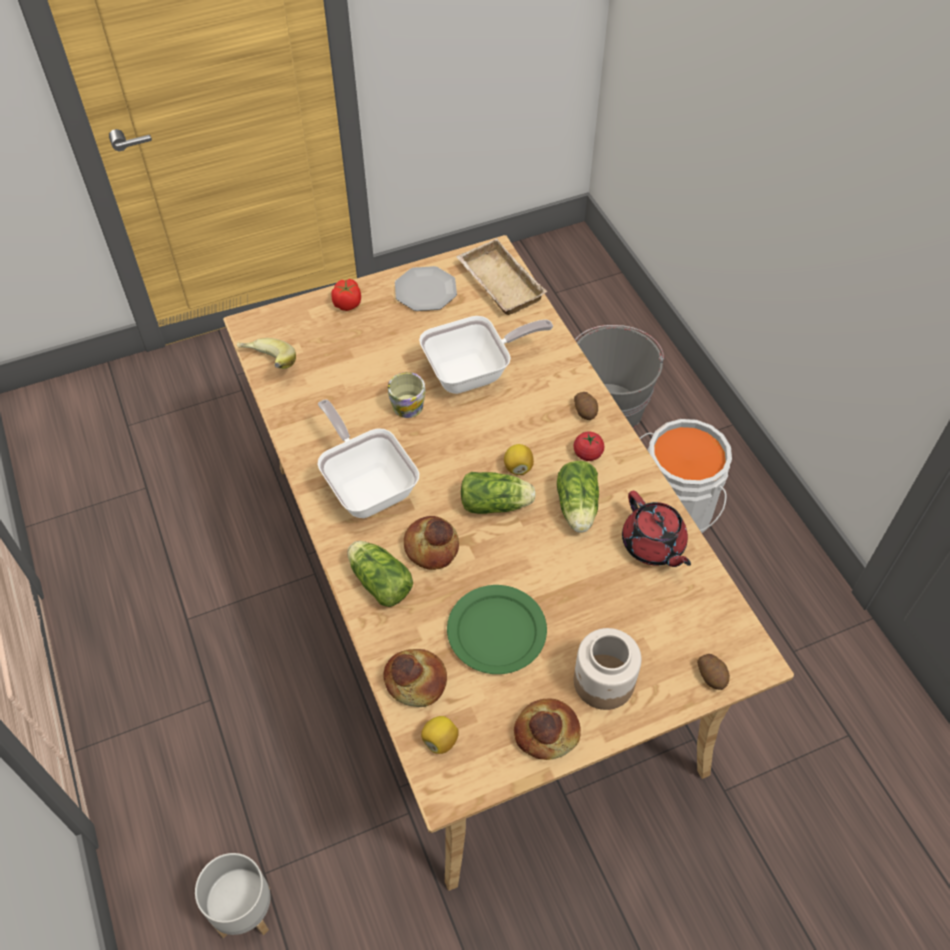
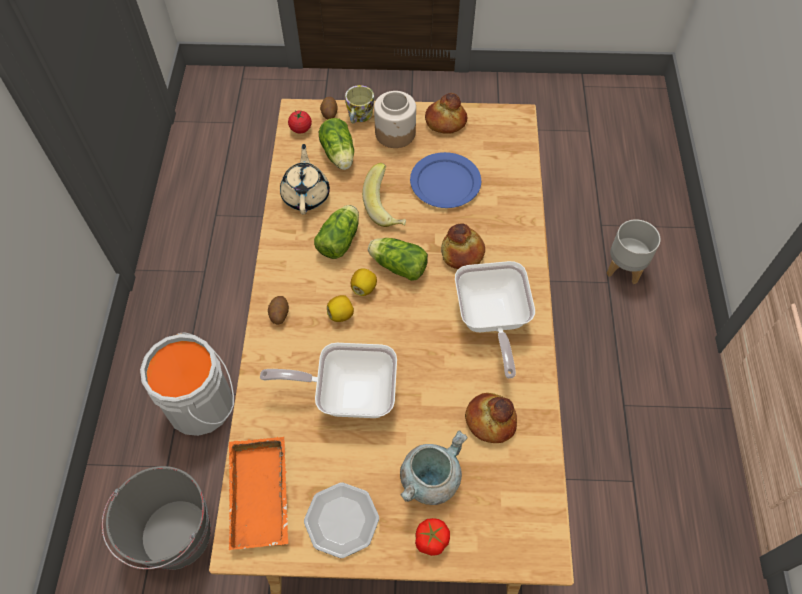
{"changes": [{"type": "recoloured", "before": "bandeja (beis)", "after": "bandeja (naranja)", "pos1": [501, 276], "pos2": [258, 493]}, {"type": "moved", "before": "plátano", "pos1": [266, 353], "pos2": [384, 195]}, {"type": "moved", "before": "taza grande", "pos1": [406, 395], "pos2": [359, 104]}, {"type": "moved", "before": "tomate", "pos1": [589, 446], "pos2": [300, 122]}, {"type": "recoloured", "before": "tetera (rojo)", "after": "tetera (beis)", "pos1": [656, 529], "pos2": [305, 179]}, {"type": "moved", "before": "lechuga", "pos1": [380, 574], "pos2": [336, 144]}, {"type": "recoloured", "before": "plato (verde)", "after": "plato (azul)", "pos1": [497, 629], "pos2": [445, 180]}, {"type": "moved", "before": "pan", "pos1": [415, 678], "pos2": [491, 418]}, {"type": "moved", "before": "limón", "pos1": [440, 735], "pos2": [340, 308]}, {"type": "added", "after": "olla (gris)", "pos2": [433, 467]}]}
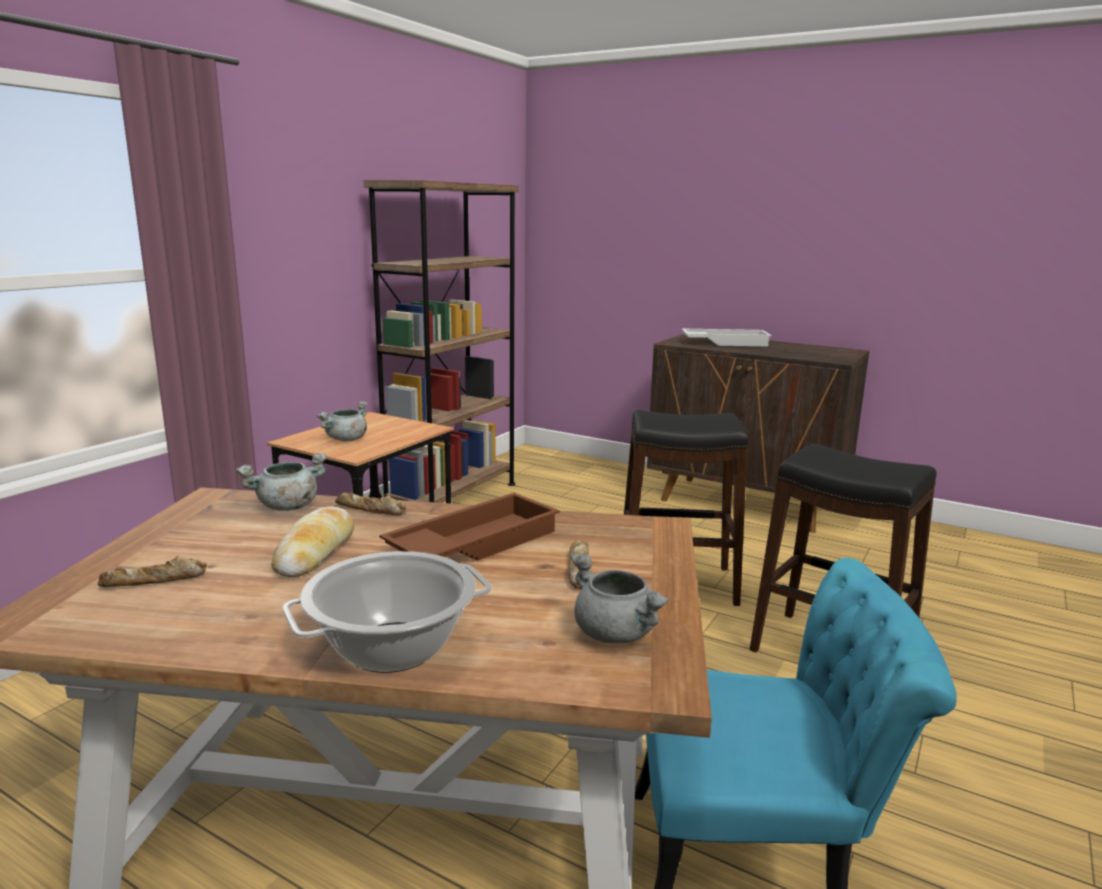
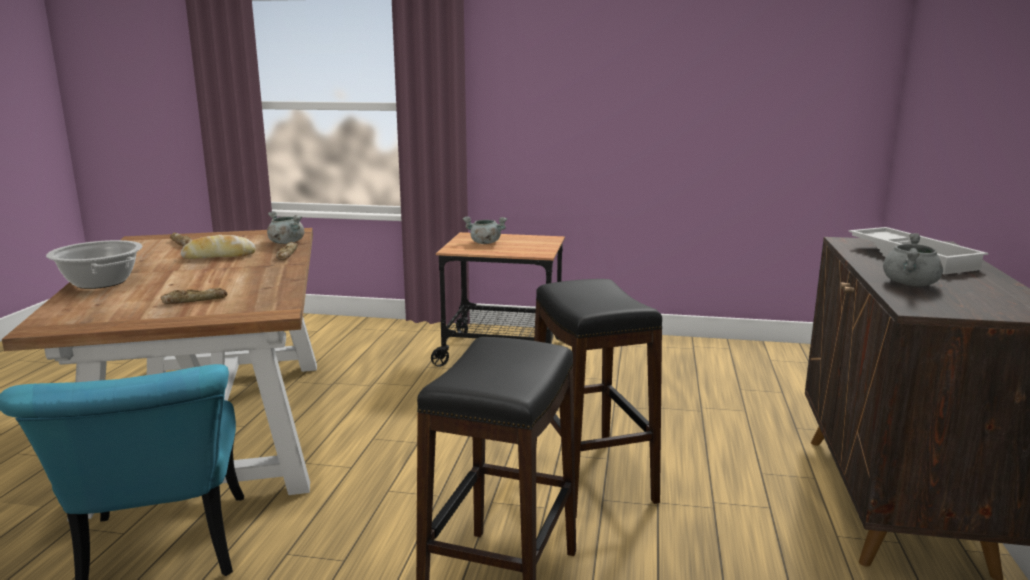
{"changes": [{"type": "removed", "before": "estantería (marrón)", "pos1": [441, 341]}, {"type": "removed", "before": "bandeja (marrón)", "pos1": [469, 527]}, {"type": "moved", "before": "olla (gris)", "pos1": [620, 598], "pos2": [913, 259]}]}
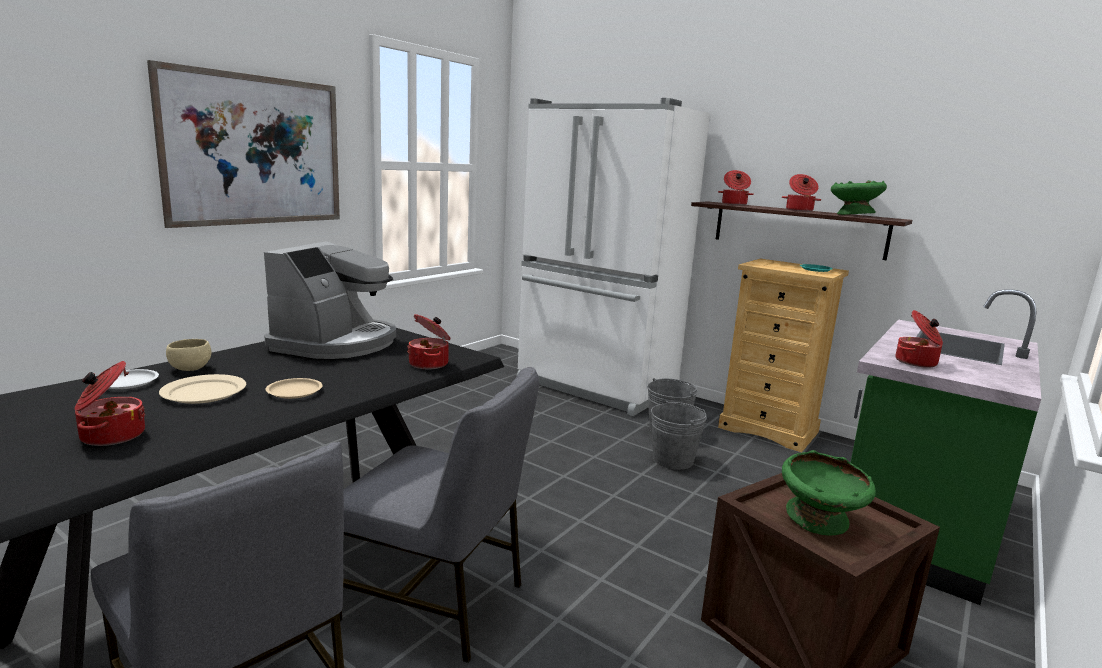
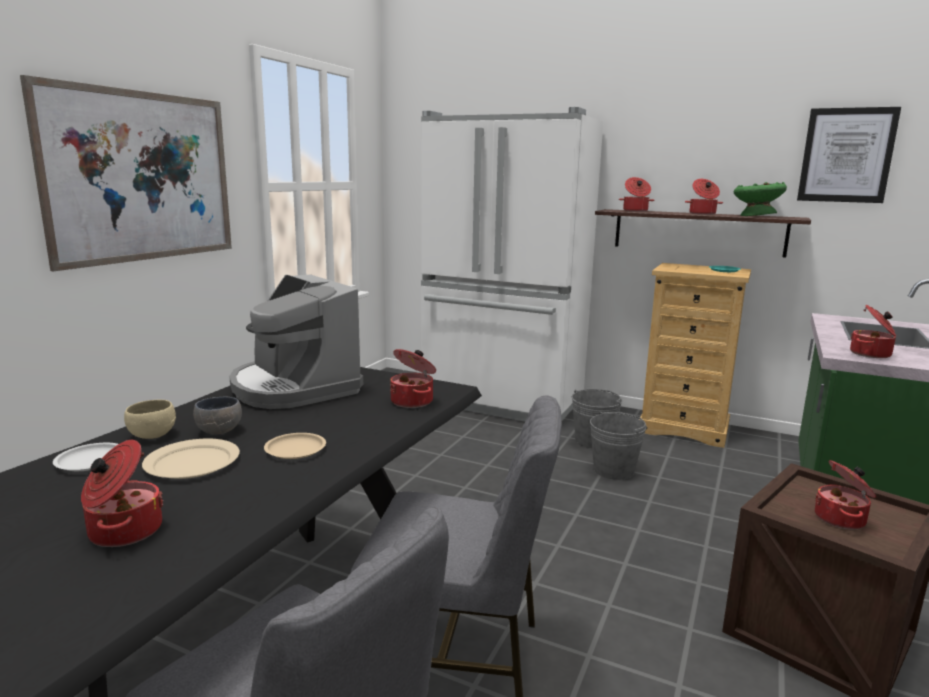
{"changes": [{"type": "turned", "before": "cafetera", "pos1": [330, 300], "pos2": [296, 342], "turn": 135}, {"type": "replaced", "before": "cuenco (verde)", "after": "olla", "pos1": [829, 493], "pos2": [845, 494]}, {"type": "added", "after": "cuadro", "pos2": [849, 155]}, {"type": "added", "after": "cuenco (gris)", "pos2": [217, 416]}]}
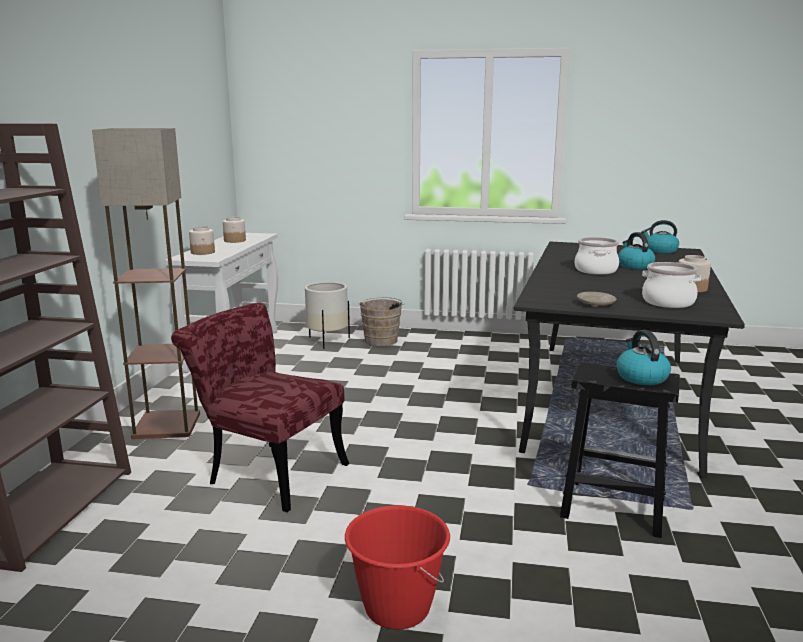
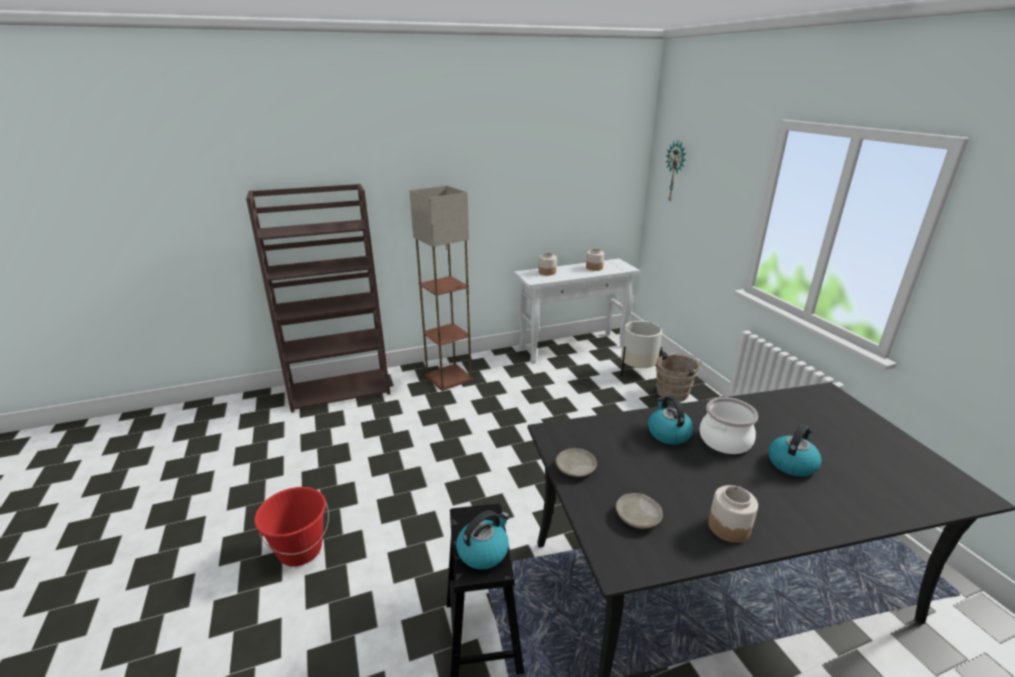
{"changes": [{"type": "moved", "before": "hervidor", "pos1": [660, 236], "pos2": [671, 420]}, {"type": "replaced", "before": "olla", "after": "plato (beis)", "pos1": [671, 285], "pos2": [639, 511]}, {"type": "removed", "before": "silla (rojo)", "pos1": [260, 407]}, {"type": "added", "after": "reloj de pared", "pos2": [676, 171]}]}
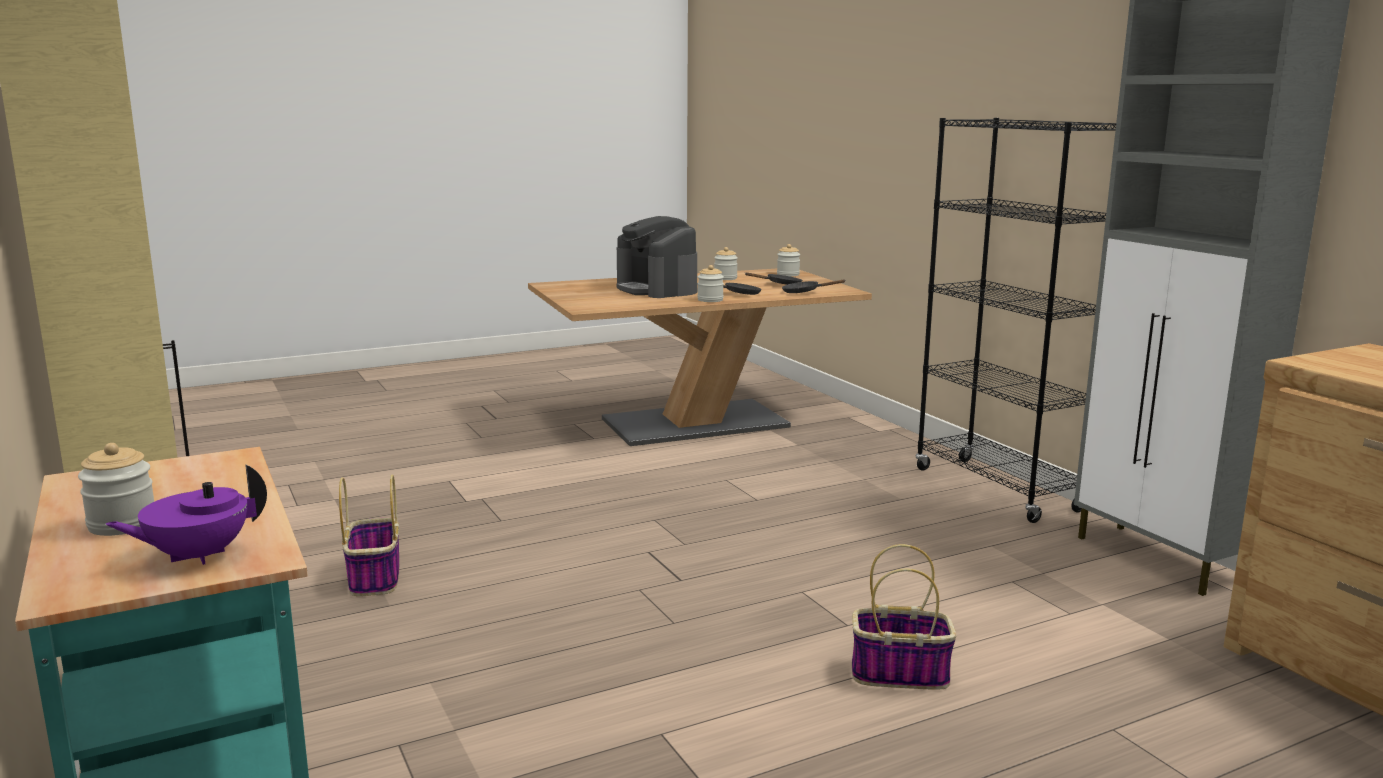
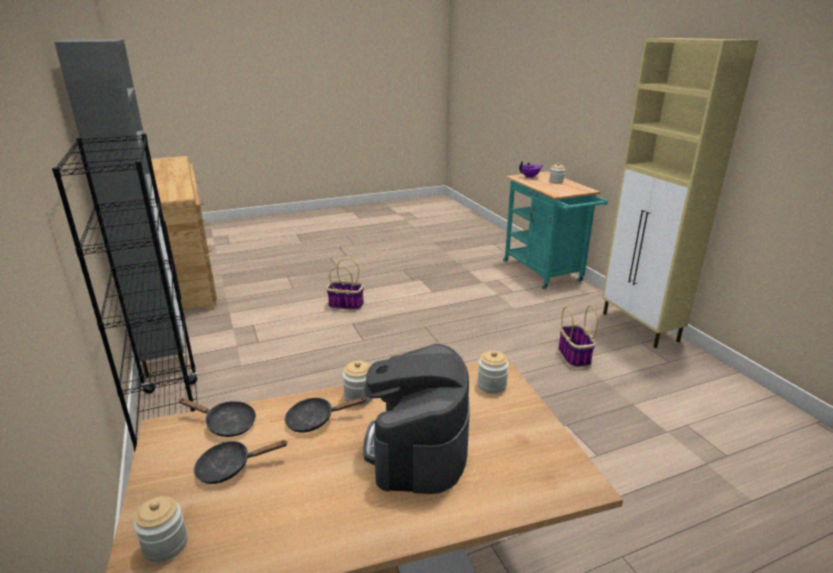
{"changes": [{"type": "turned", "before": "cafetera", "pos1": [656, 257], "pos2": [416, 419], "turn": -150}, {"type": "moved", "before": "tarro", "pos1": [726, 263], "pos2": [493, 372]}]}
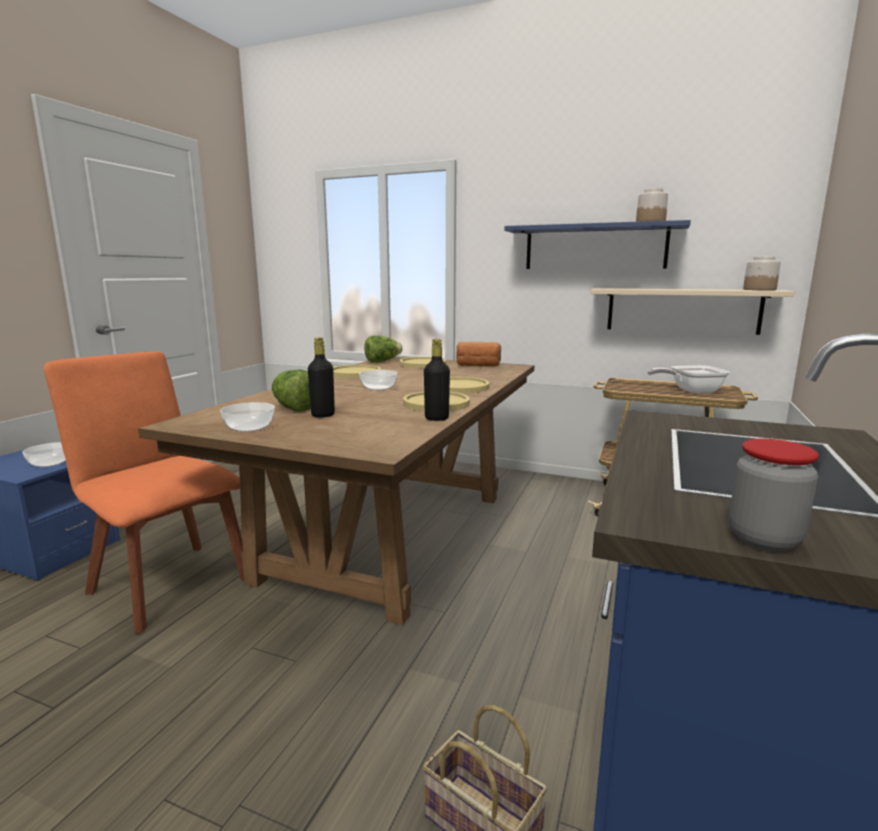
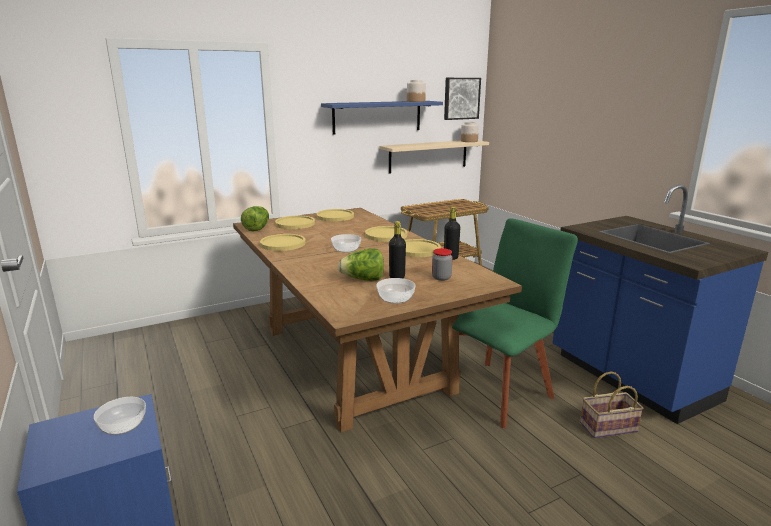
{"changes": [{"type": "replaced", "before": "pan", "after": "plato (amarillo)", "pos1": [478, 354], "pos2": [335, 215]}, {"type": "removed", "before": "silla (naranja)", "pos1": [144, 492]}, {"type": "removed", "before": "sartén", "pos1": [688, 379]}, {"type": "moved", "before": "tarro", "pos1": [774, 495], "pos2": [442, 264]}, {"type": "added", "after": "cuadro", "pos2": [462, 99]}, {"type": "added", "after": "silla (verde)", "pos2": [508, 323]}]}
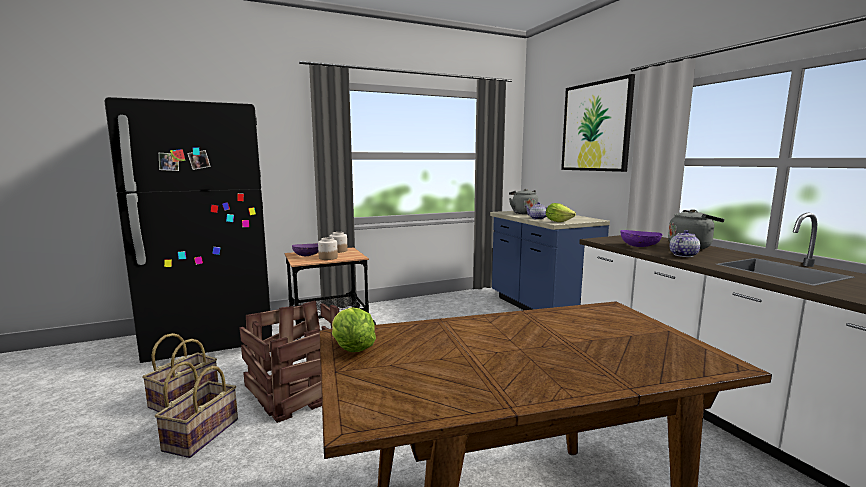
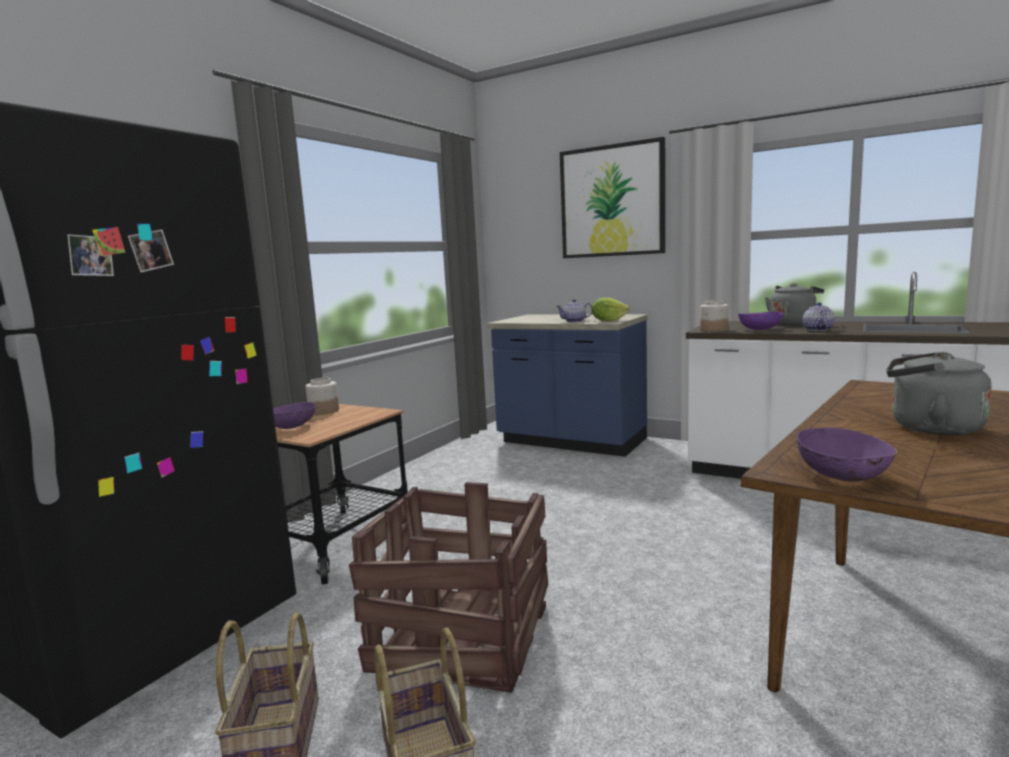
{"changes": [{"type": "moved", "before": "hervidor (gris)", "pos1": [523, 201], "pos2": [939, 393]}, {"type": "moved", "before": "tarro", "pos1": [328, 248], "pos2": [714, 316]}, {"type": "replaced", "before": "lechuga", "after": "cuenco (morado)", "pos1": [354, 329], "pos2": [847, 454]}]}
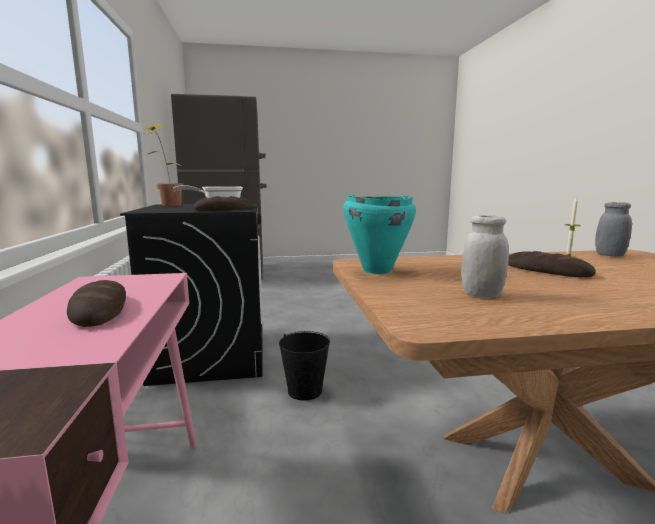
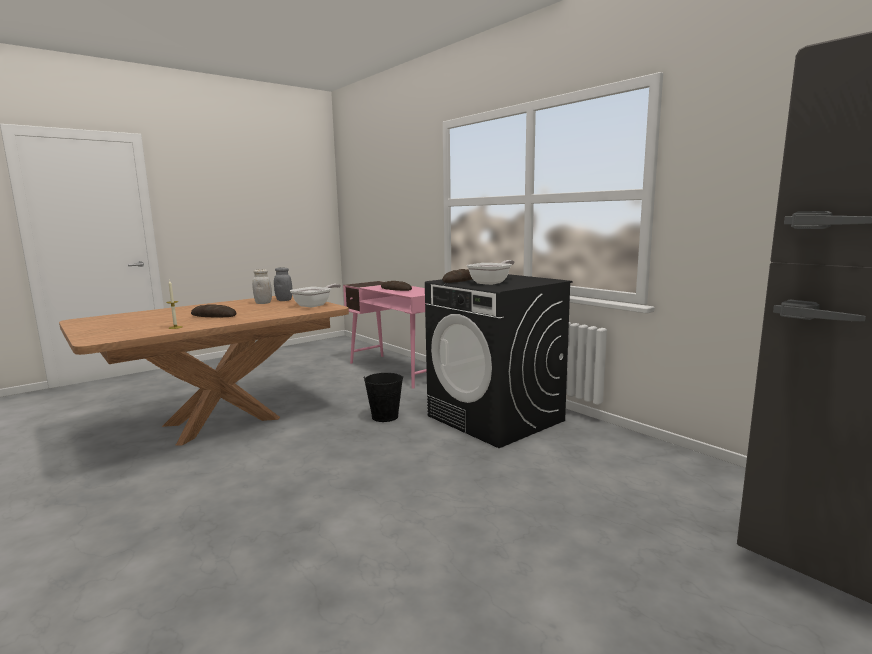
{"changes": [{"type": "removed", "before": "planta en maceta", "pos1": [164, 164]}, {"type": "replaced", "before": "olla (turquesa)", "after": "sartén", "pos1": [379, 234], "pos2": [315, 296]}, {"type": "moved", "before": "tarro (gris)", "pos1": [613, 229], "pos2": [283, 284]}]}
